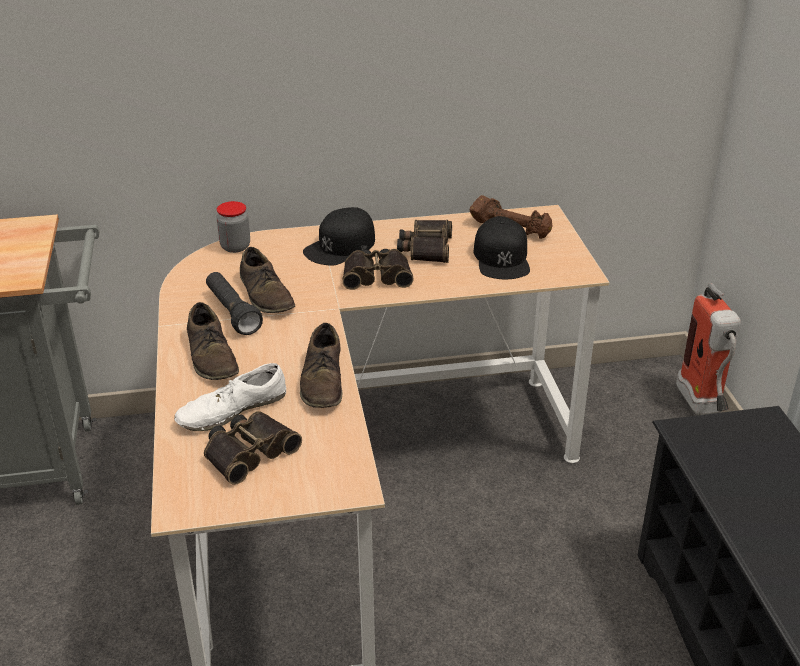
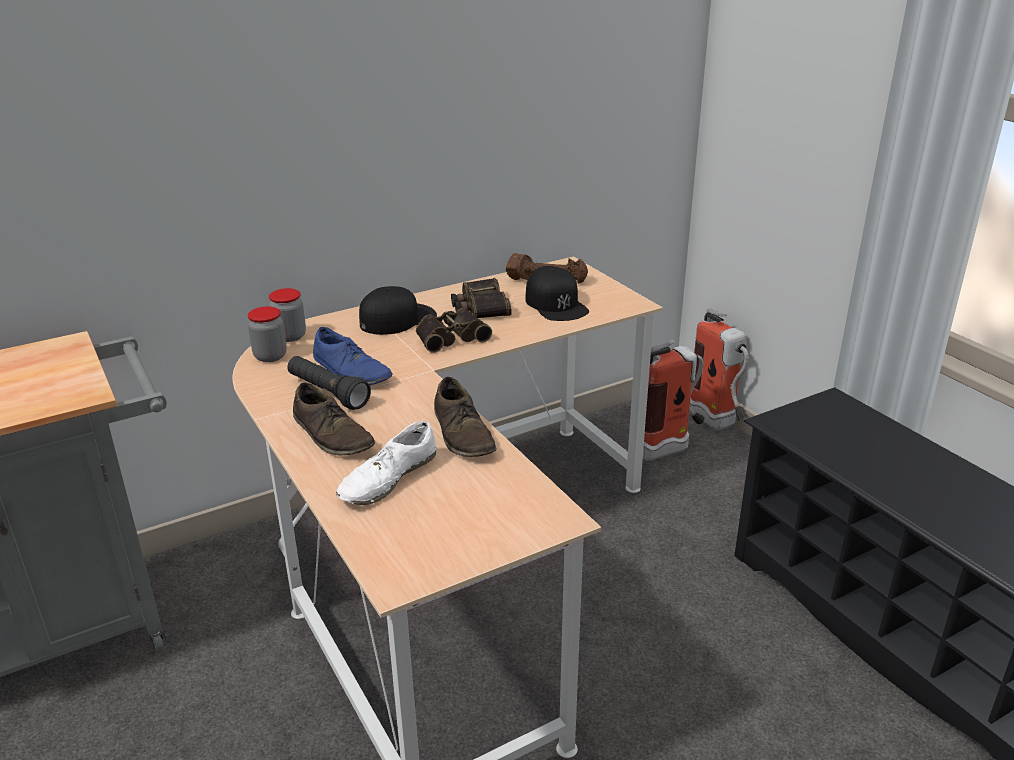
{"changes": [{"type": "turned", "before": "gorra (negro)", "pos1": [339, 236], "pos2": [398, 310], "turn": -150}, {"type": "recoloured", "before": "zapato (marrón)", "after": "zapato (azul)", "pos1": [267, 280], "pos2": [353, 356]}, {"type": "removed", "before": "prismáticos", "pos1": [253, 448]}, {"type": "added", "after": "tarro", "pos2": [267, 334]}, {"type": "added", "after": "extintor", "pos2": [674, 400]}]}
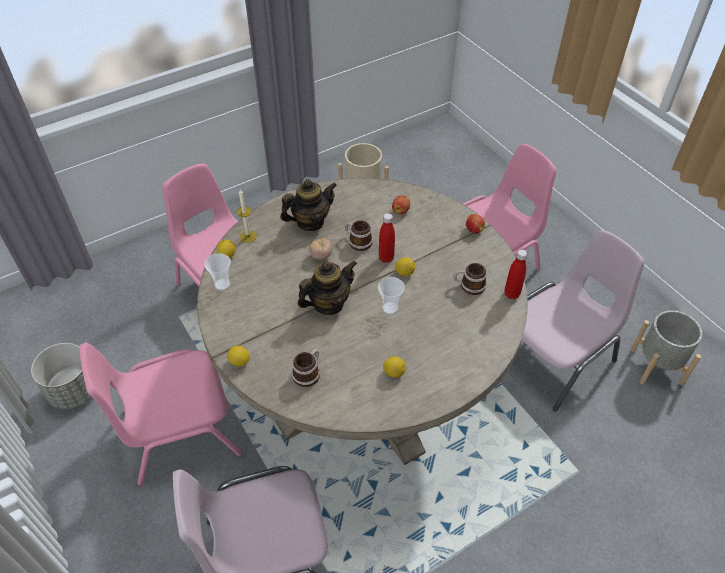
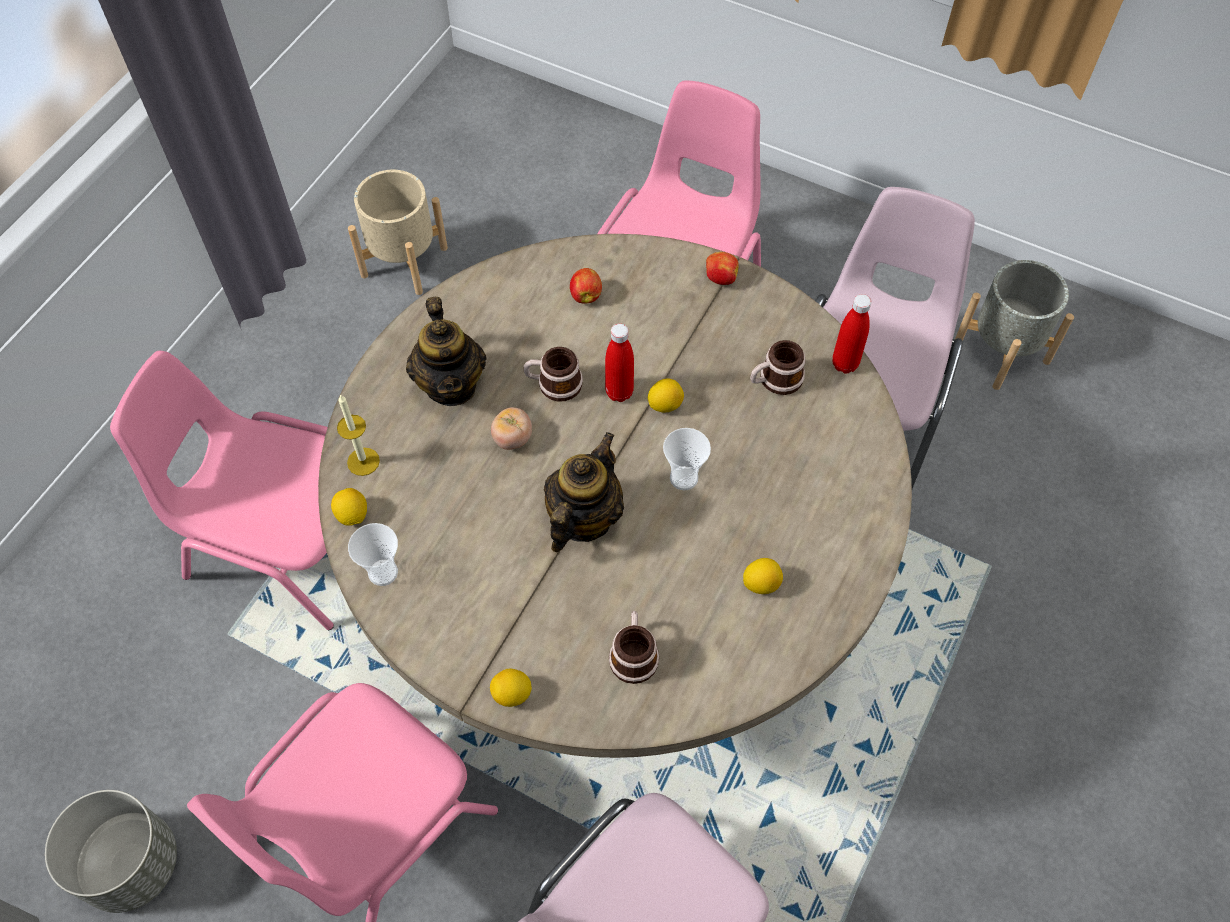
{"changes": [{"type": "turned", "before": "tetera", "pos1": [308, 205], "pos2": [446, 351], "turn": 135}]}
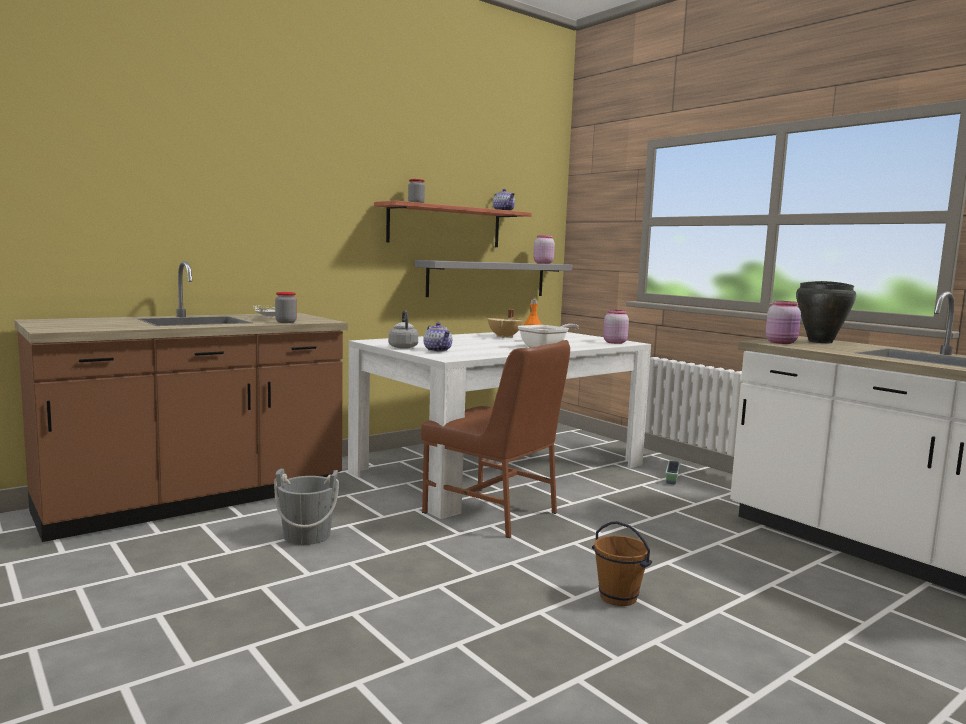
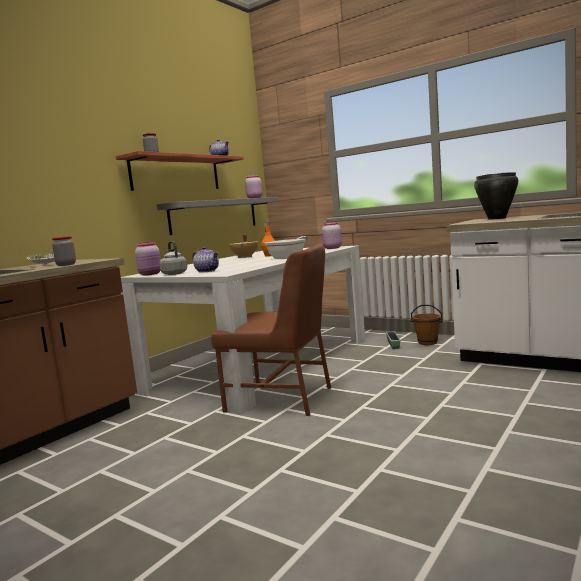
{"changes": [{"type": "moved", "before": "tarro (rosa)", "pos1": [783, 322], "pos2": [148, 259]}, {"type": "removed", "before": "cubo (gris)", "pos1": [306, 507]}, {"type": "moved", "before": "cubo (marrón)", "pos1": [622, 563], "pos2": [427, 325]}]}
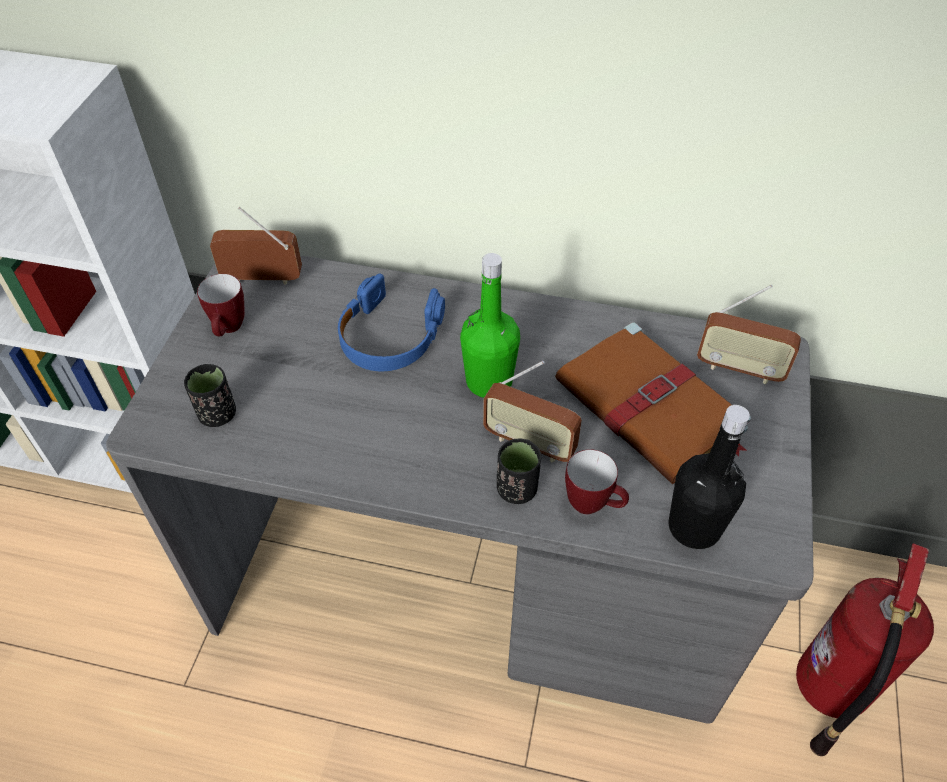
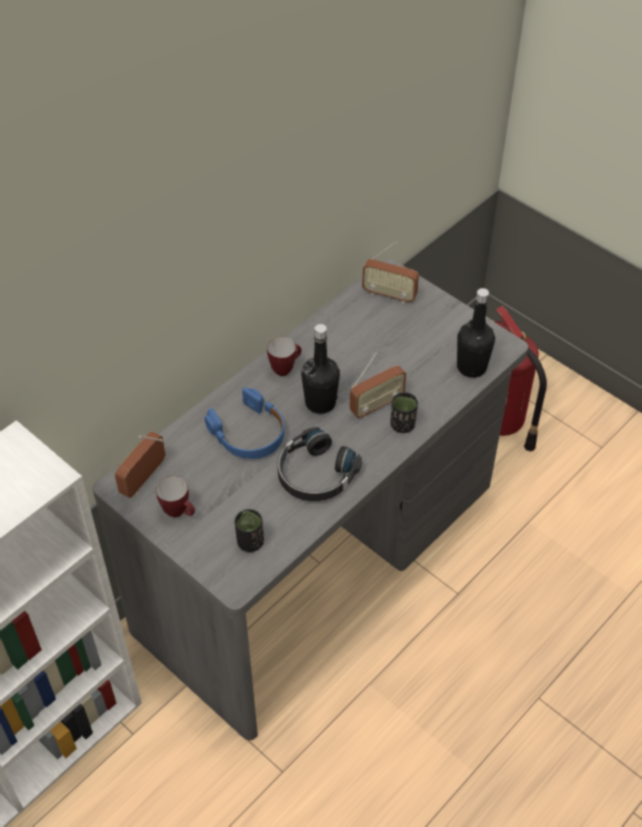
{"changes": [{"type": "recoloured", "before": "botella (verde)", "after": "botella (negro)", "pos1": [490, 325], "pos2": [320, 369]}, {"type": "turned", "before": "radio", "pos1": [749, 334], "pos2": [390, 273], "turn": 60}, {"type": "removed", "before": "libro (marrón)", "pos1": [653, 403]}, {"type": "moved", "before": "taza grande", "pos1": [597, 481], "pos2": [284, 356]}, {"type": "added", "after": "auriculares (negro)", "pos2": [319, 464]}]}
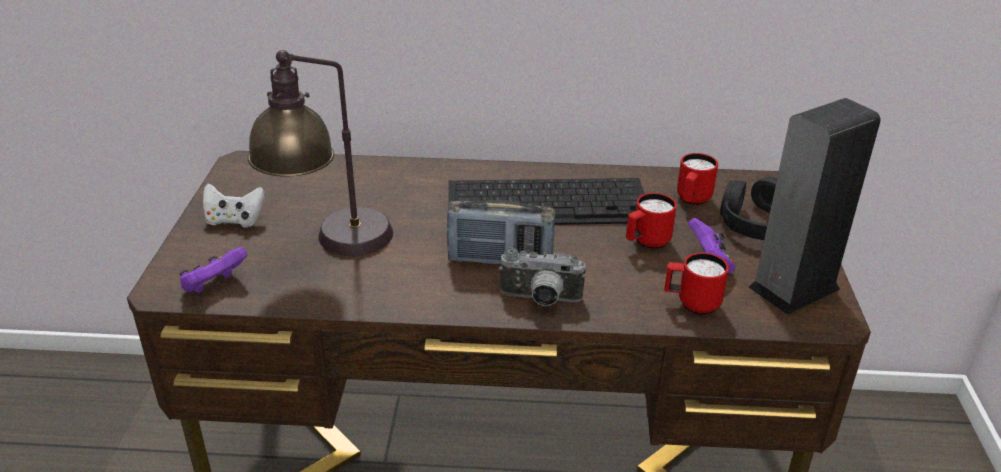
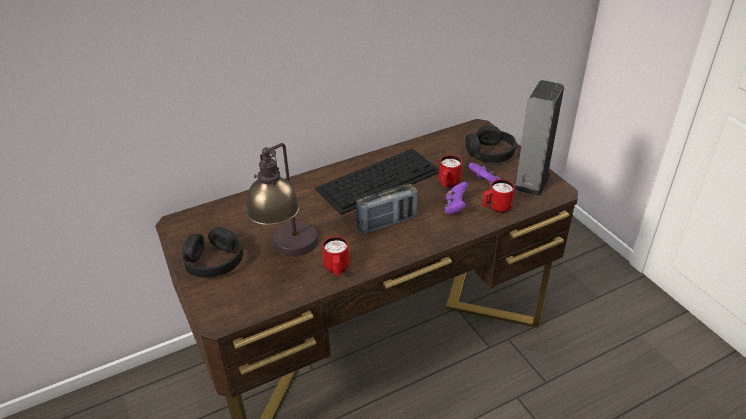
{"changes": [{"type": "moved", "before": "taza grande (rojo)", "pos1": [697, 179], "pos2": [336, 256]}, {"type": "replaced", "before": "mando de consola (blanco)", "after": "auriculares (negro)", "pos1": [234, 205], "pos2": [212, 252]}, {"type": "moved", "before": "mando de consola (morado)", "pos1": [213, 270], "pos2": [456, 198]}, {"type": "removed", "before": "cámara", "pos1": [542, 277]}]}
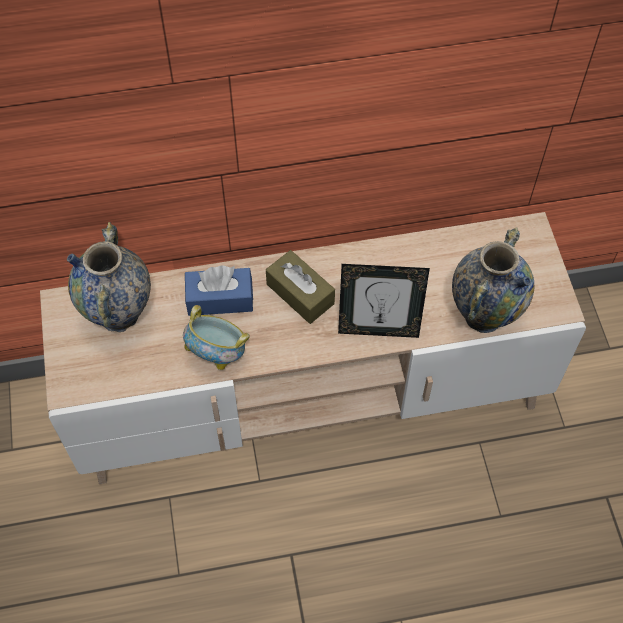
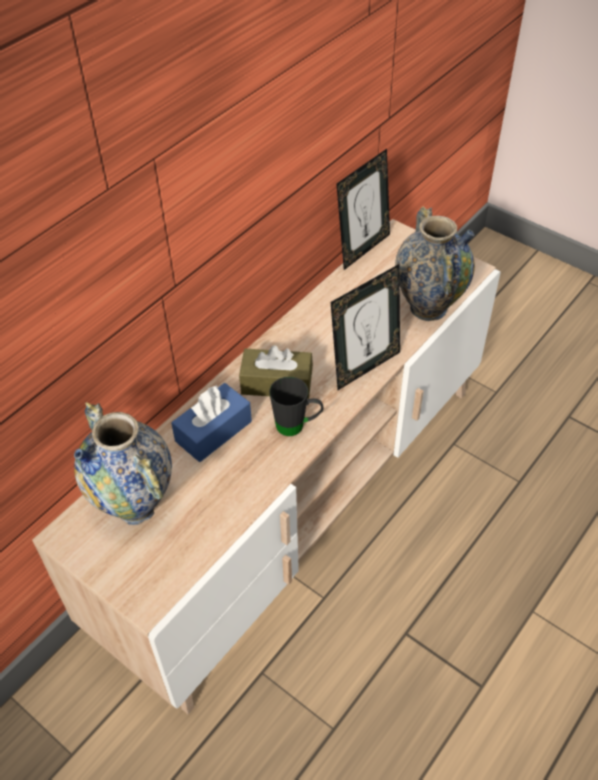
{"changes": [{"type": "removed", "before": "cuenco", "pos1": [216, 337]}, {"type": "added", "after": "portarretratos", "pos2": [363, 209]}, {"type": "added", "after": "taza grande (negro)", "pos2": [296, 406]}]}
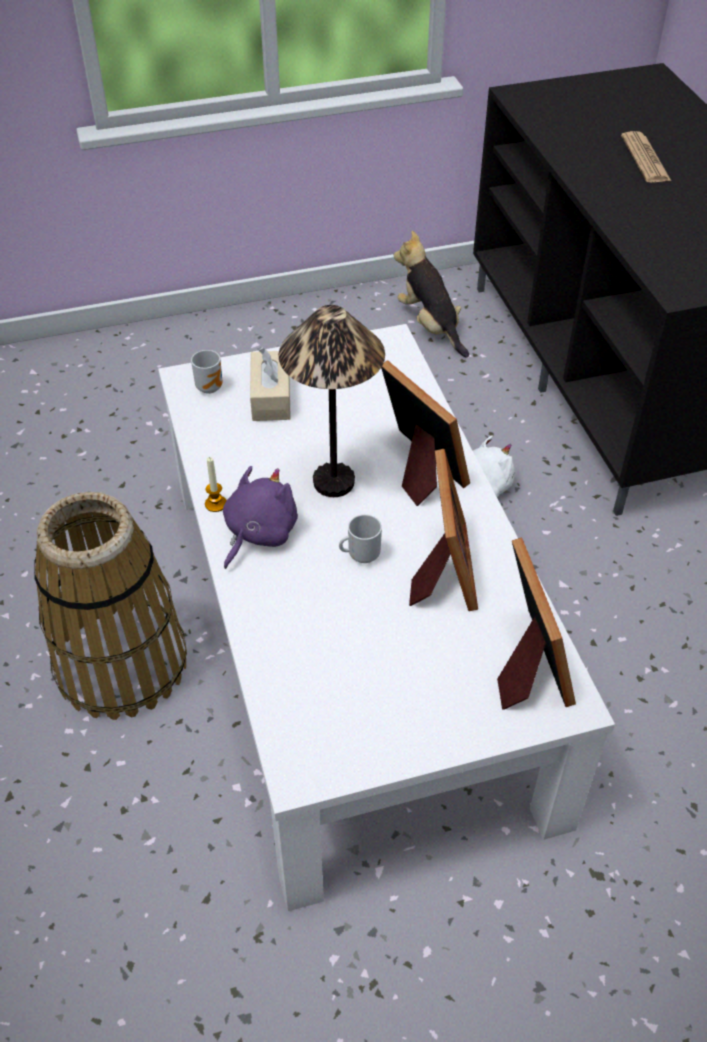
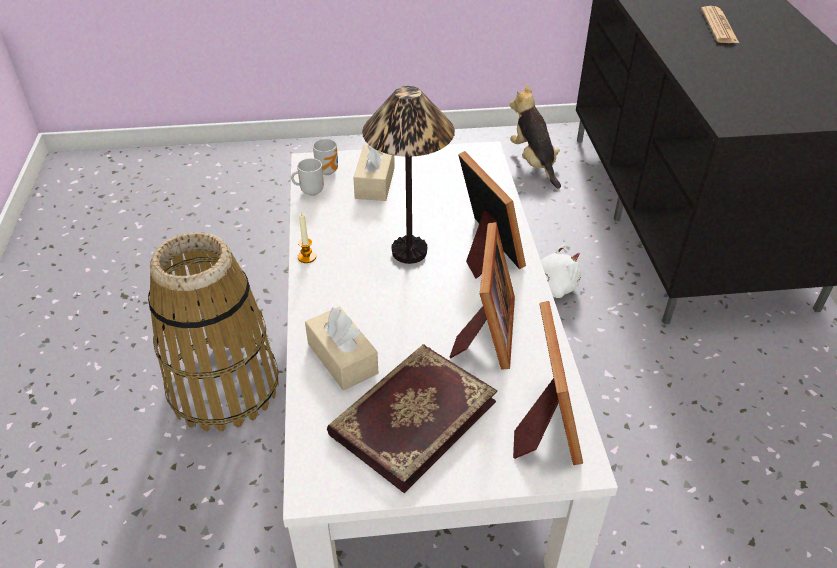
{"changes": [{"type": "removed", "before": "peluche (morado)", "pos1": [260, 517]}, {"type": "moved", "before": "taza grande", "pos1": [360, 538], "pos2": [307, 177]}, {"type": "added", "after": "caja de pañuelos (beis)", "pos2": [341, 348]}, {"type": "added", "after": "libro", "pos2": [412, 418]}]}
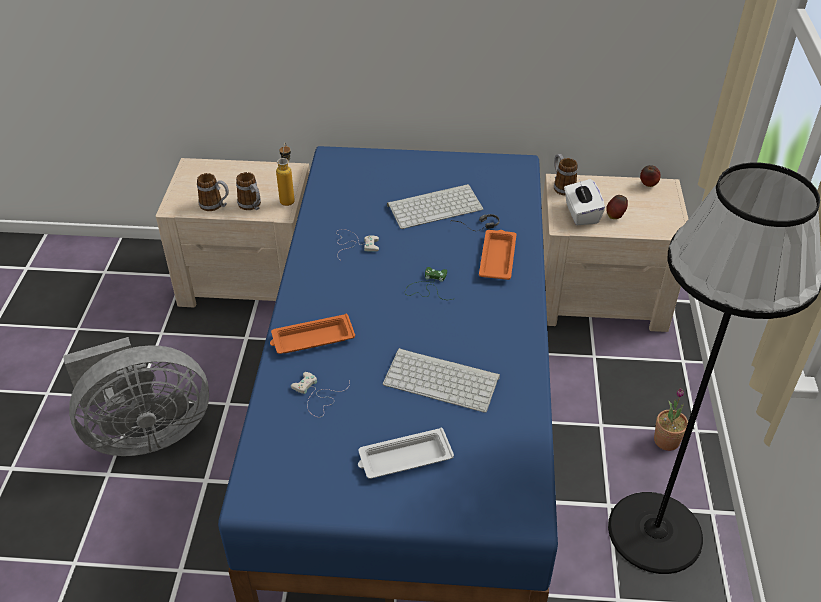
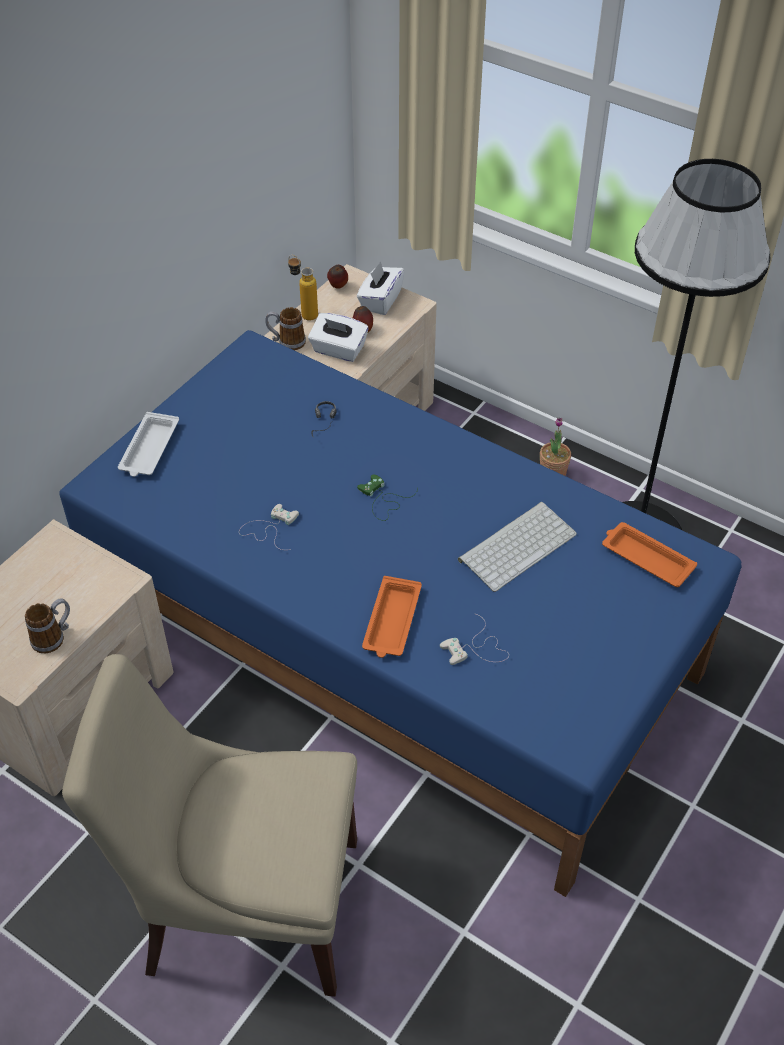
{"changes": [{"type": "moved", "before": "botella", "pos1": [285, 174], "pos2": [303, 288]}, {"type": "removed", "before": "taza grande", "pos1": [248, 191]}, {"type": "removed", "before": "teclado", "pos1": [435, 206]}, {"type": "moved", "before": "bandeja (naranja)", "pos1": [498, 255], "pos2": [649, 554]}, {"type": "replaced", "before": "ventilador (gris)", "after": "silla (beis)", "pos1": [136, 396], "pos2": [209, 825]}, {"type": "moved", "before": "bandeja (blanco)", "pos1": [406, 453], "pos2": [148, 444]}, {"type": "added", "after": "caja de pañuelos (blanco)", "pos2": [381, 288]}]}
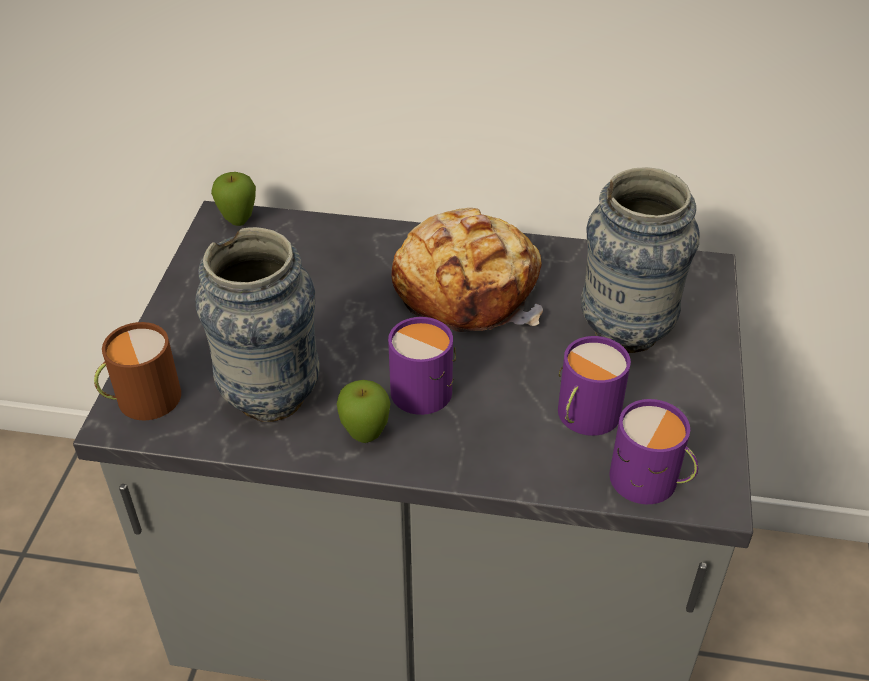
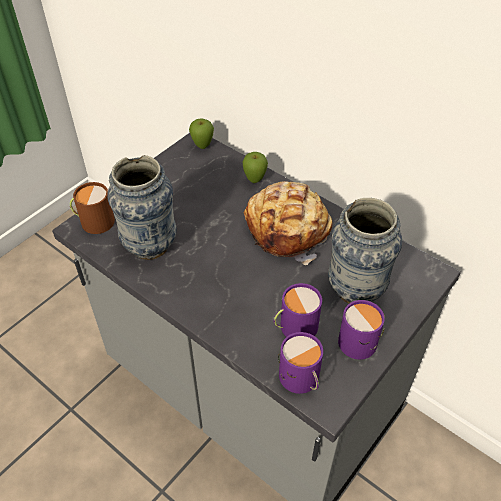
{"changes": [{"type": "moved", "before": "taza grande (morado)", "pos1": [422, 366], "pos2": [361, 330]}, {"type": "moved", "before": "manzana", "pos1": [364, 411], "pos2": [255, 167]}]}
